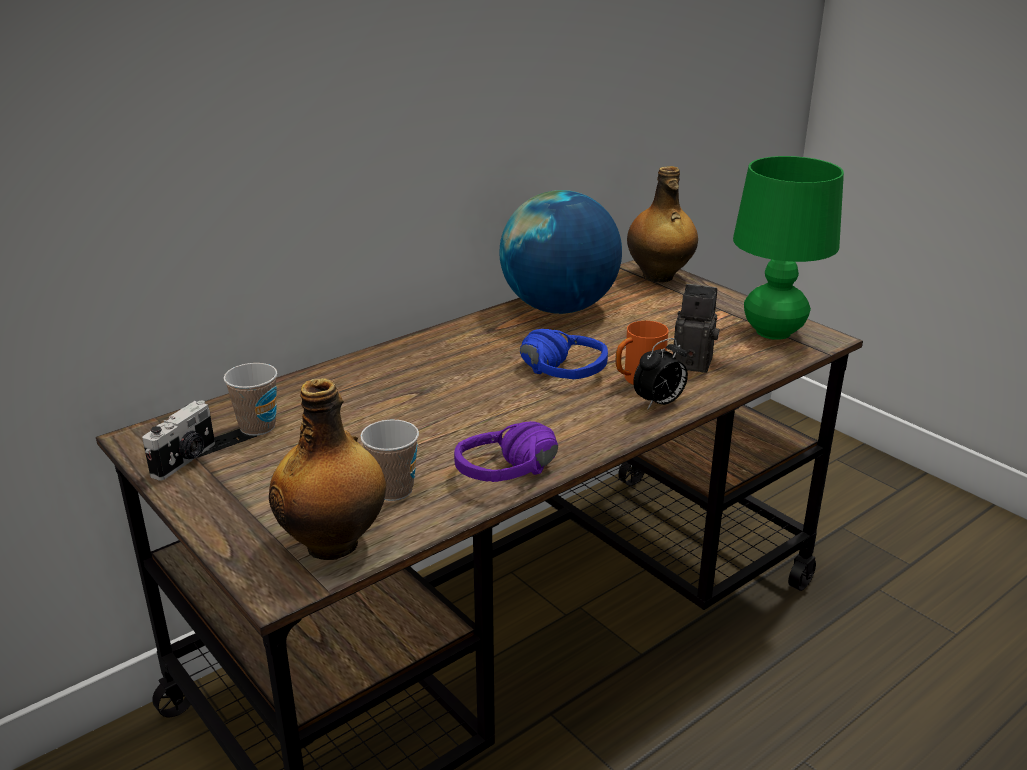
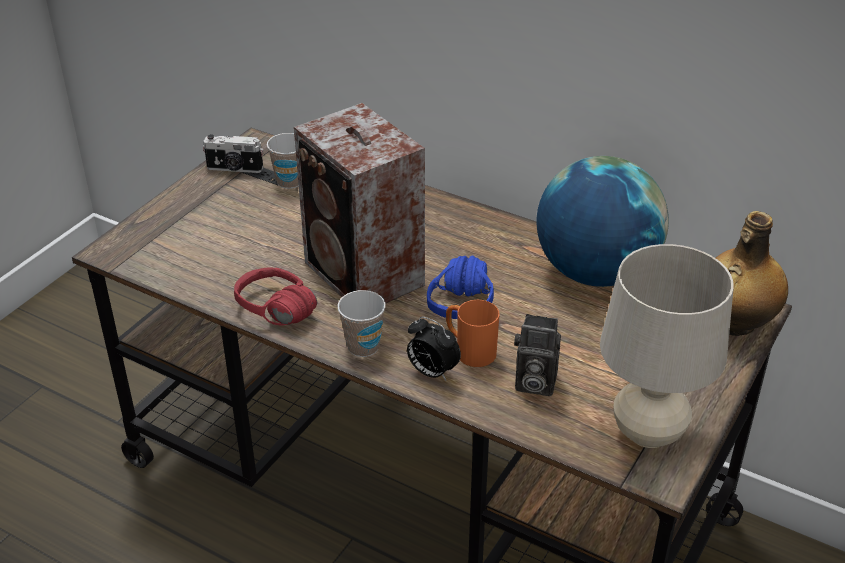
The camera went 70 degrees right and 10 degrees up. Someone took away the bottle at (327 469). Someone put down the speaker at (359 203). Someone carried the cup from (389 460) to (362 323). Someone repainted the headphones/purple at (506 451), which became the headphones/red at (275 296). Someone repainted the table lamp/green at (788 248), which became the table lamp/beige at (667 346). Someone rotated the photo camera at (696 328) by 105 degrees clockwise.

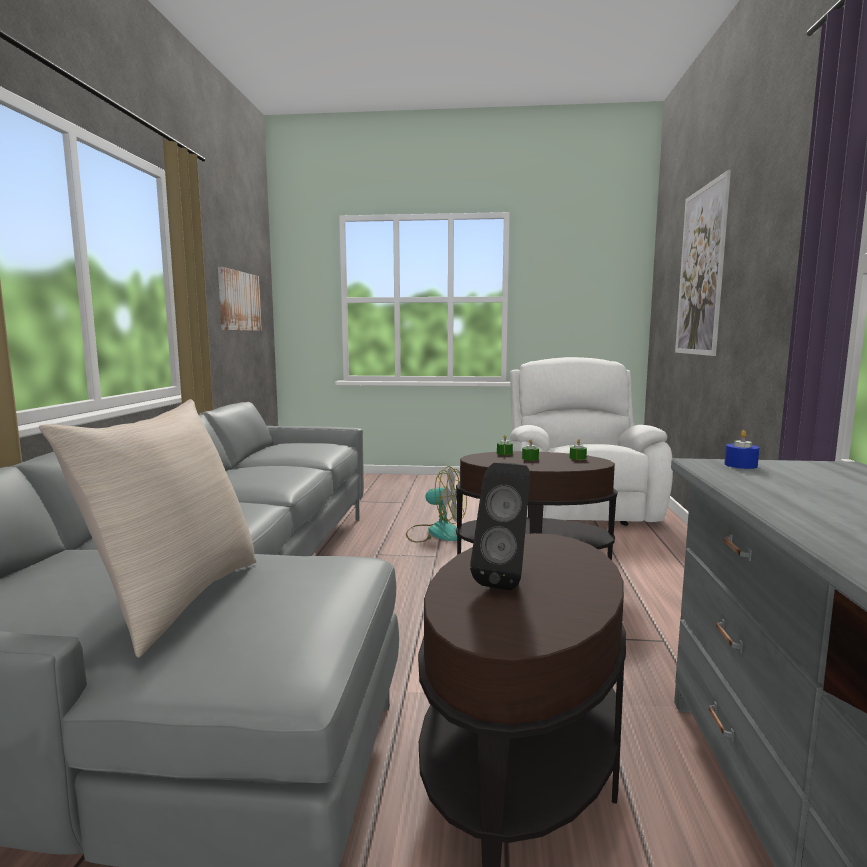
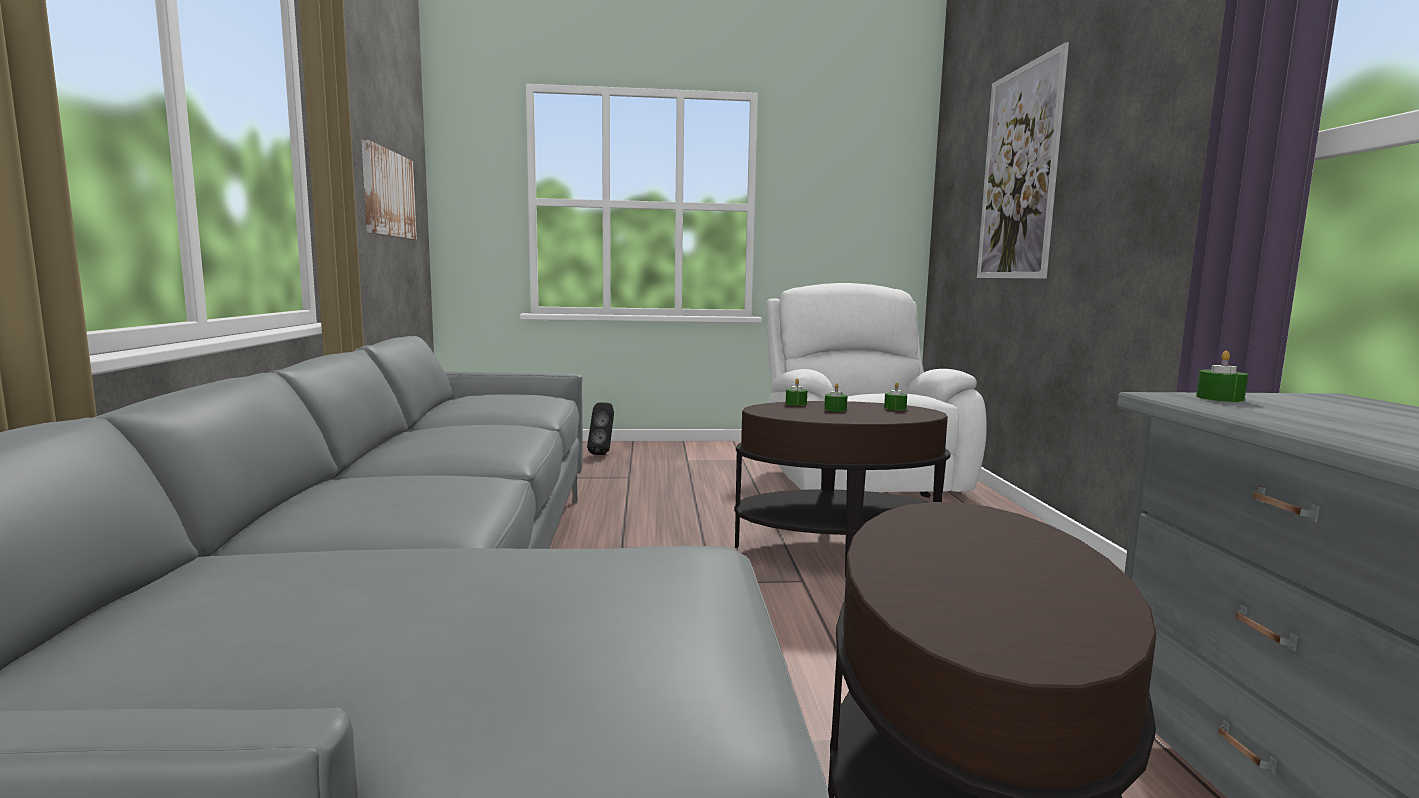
The camera went 10 degrees left and 0 degrees up. Someone took away the pillow/beige at (148 528). Someone took away the fan at (436 504). Someone carried the speaker/black from (500 526) to (600 428). Someone repainted the candle/blue at (741 449), which became the candle/green at (1222 376).

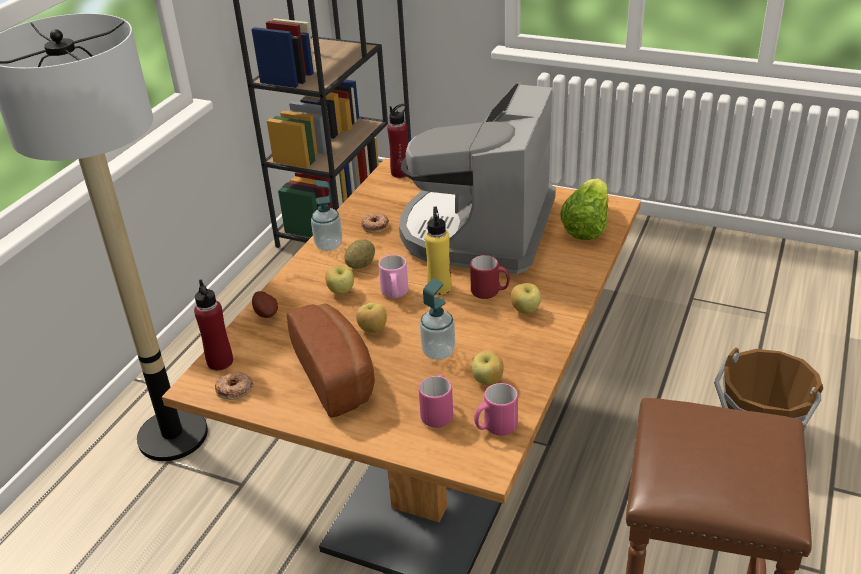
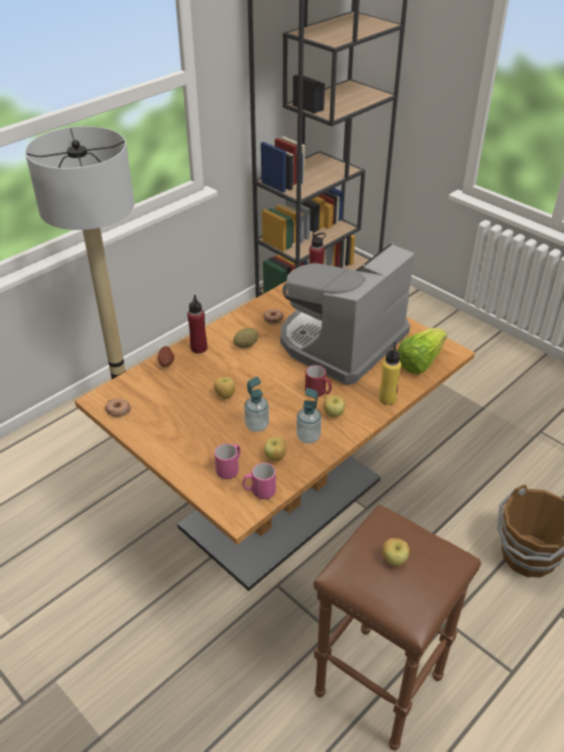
The camera went 20 degrees right and 5 degrees up. Someone took away the bread at (330 360). Someone took away the mug/pink at (393 276). Someone carried the bottle/red from (213 324) to (197 324). Someone carried the soap dispenser from (326 215) to (309 416). Someone carried the apple from (339 280) to (396 552). Someone carried the bottle/yellow from (438 251) to (390 373).

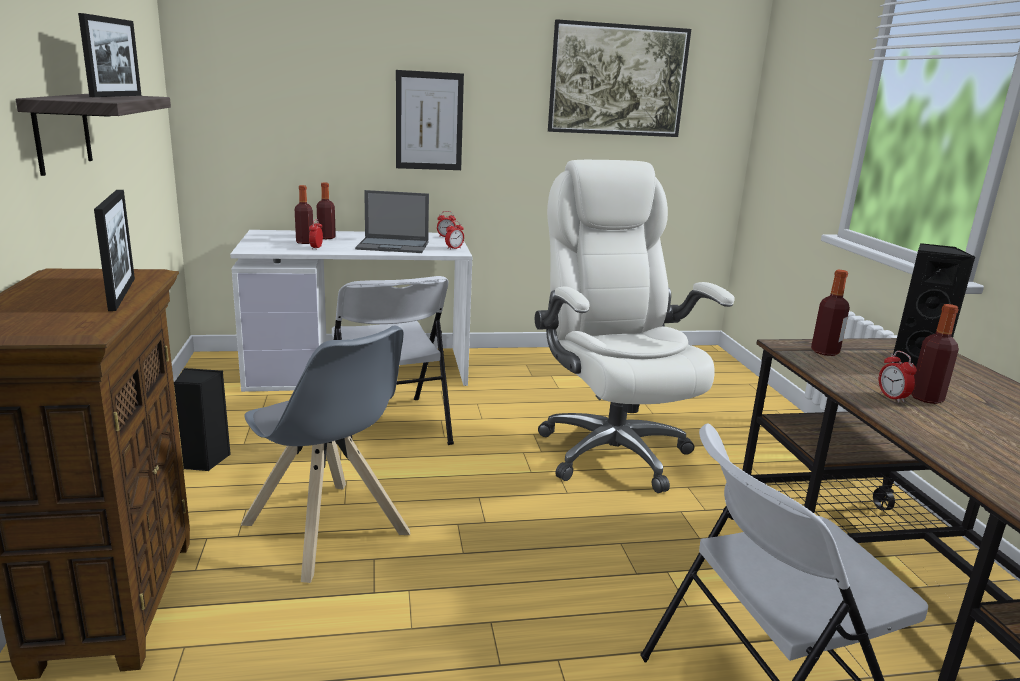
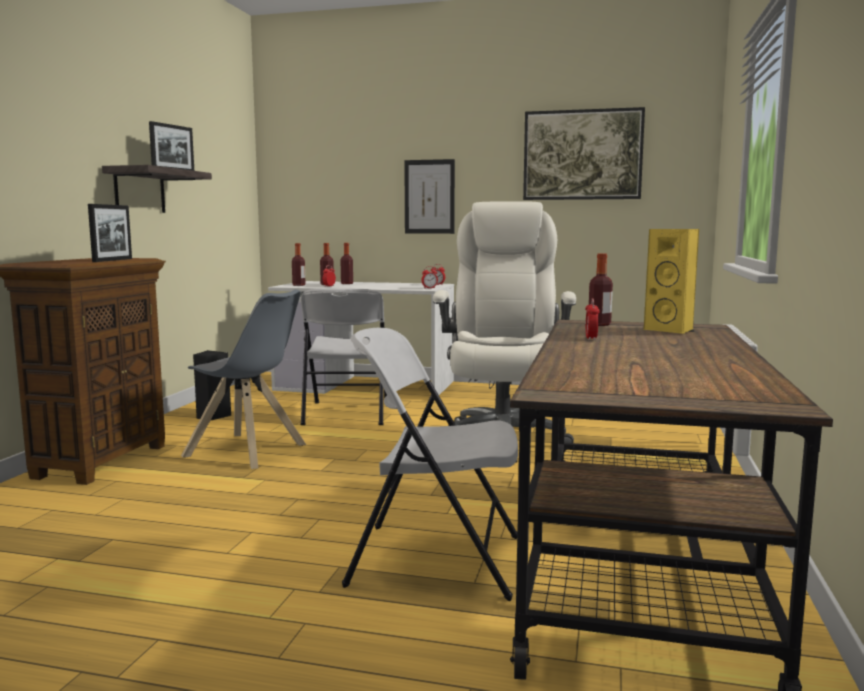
The camera went 25 degrees right and 10 degrees down. Someone took away the laptop at (392 221). Someone carried the bottle from (935 354) to (298 264). Someone repainted the speaker/black at (933 305), which became the speaker/yellow at (671 281). Someone rotated the chair/grey at (325 454) by 45 degrees counterclockwise.

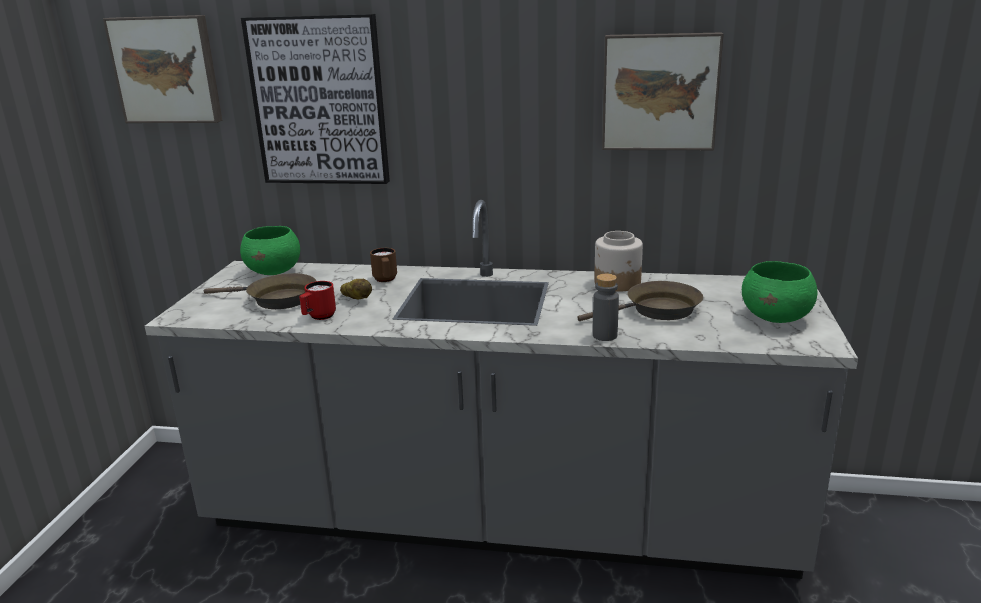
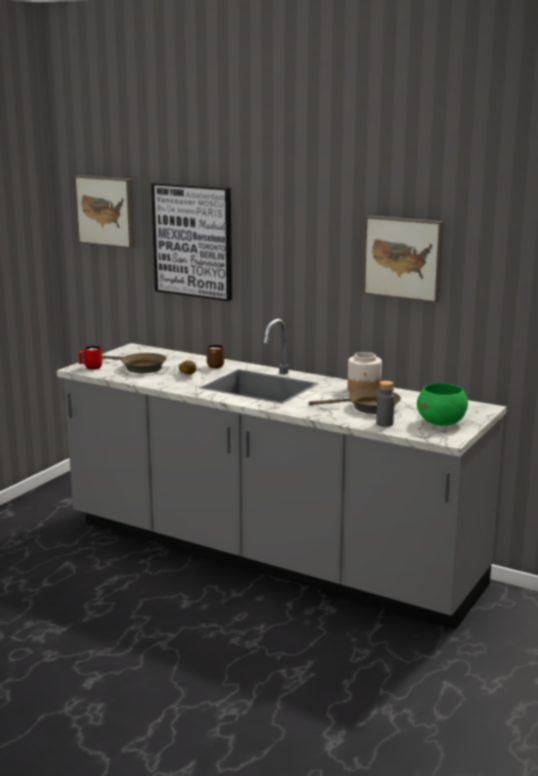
The camera went 20 degrees right and 5 degrees down. Someone took away the bowl/green at (270 250). Someone carried the mug/red from (317 300) to (90 357). Someone carried the bottle/grey from (606 307) to (385 404).

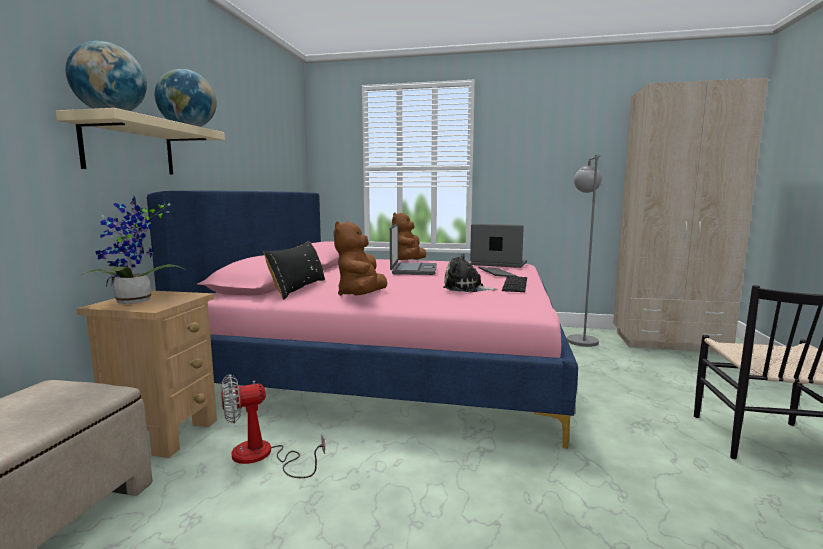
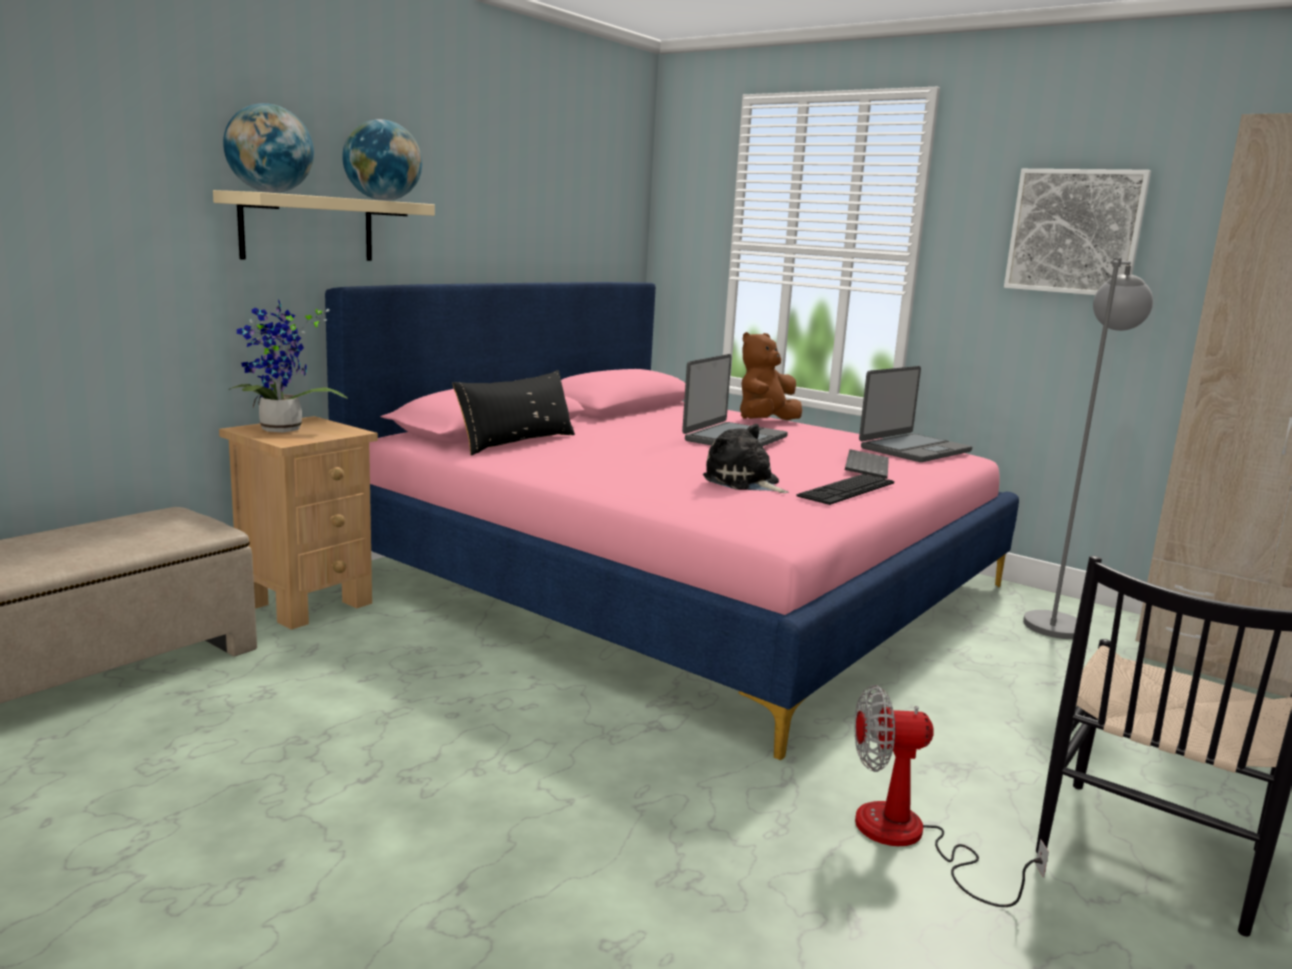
The camera went 25 degrees right and 5 degrees up. Someone took away the plush toy/brown at (360 258). Someone put up the picture at (1077 232). Someone carried the fan from (273 426) to (951 796). Someone rotated the laptop at (498 246) by 90 degrees clockwise.

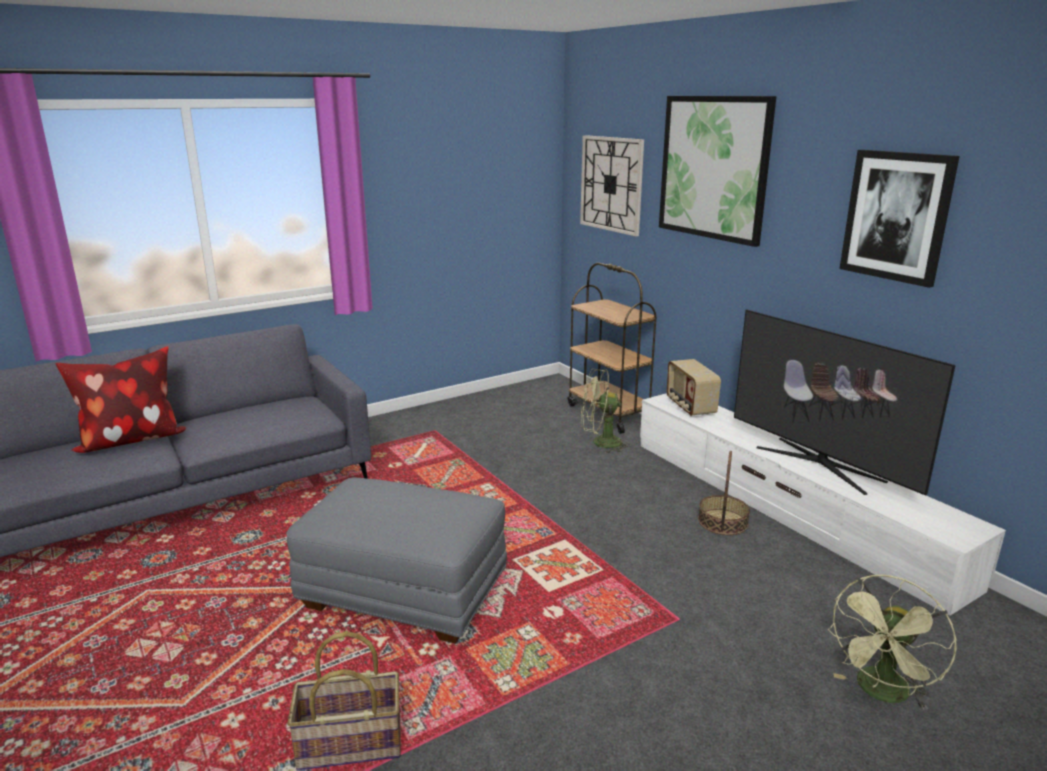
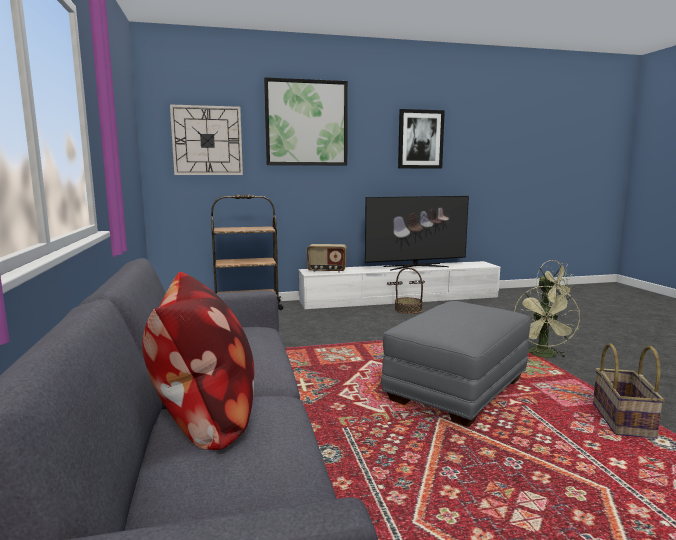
The camera went 70 degrees left and 10 degrees down. Someone carried the fan/green from (606 411) to (547 322).

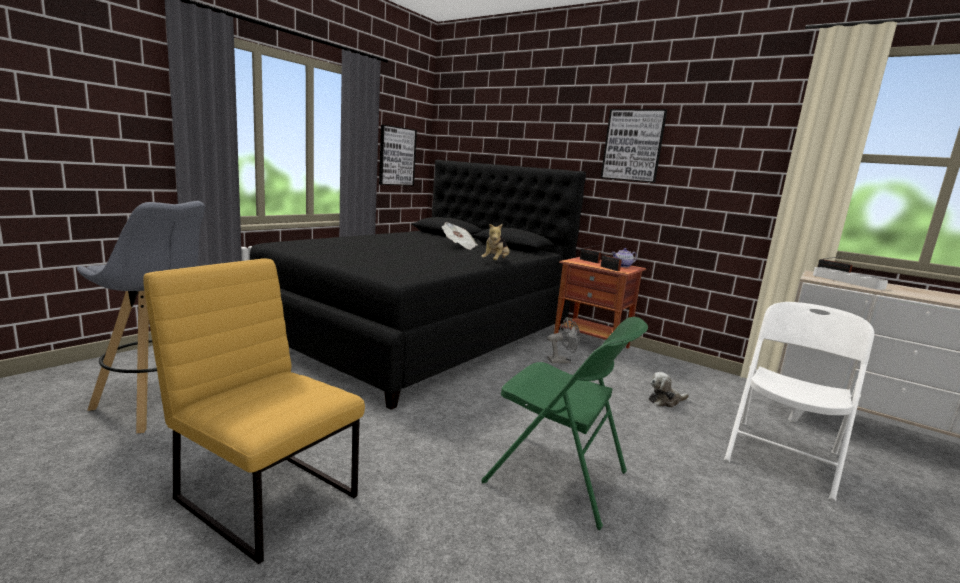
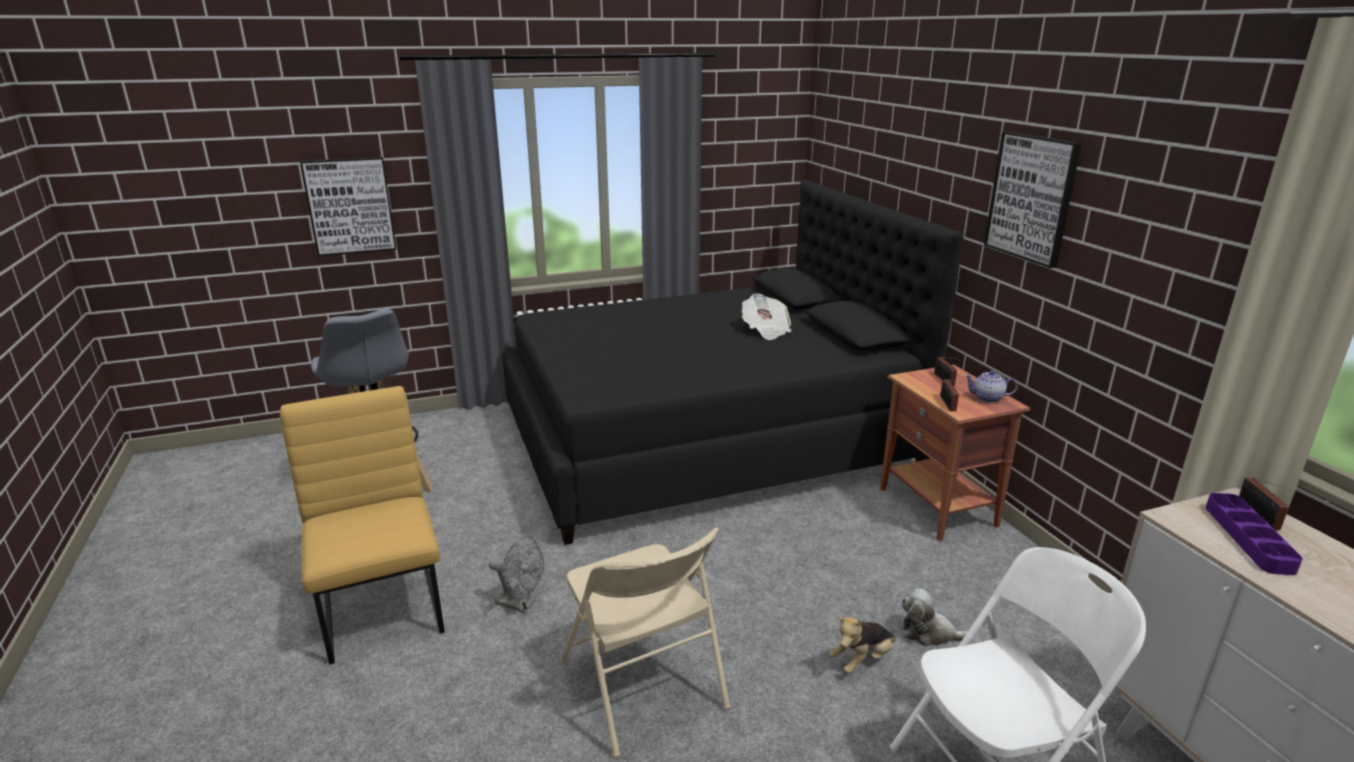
The camera went 35 degrees right and 10 degrees up. Someone carried the picture from (398 155) to (348 206). Someone carried the plush toy from (495 241) to (862 645). Someone carried the fan/grey from (564 340) to (516 574). Someone repainted the chair/green at (564 423), which became the chair/beige at (645 643). Someone repainted the tray/white at (850 278), which became the tray/purple at (1254 534).

